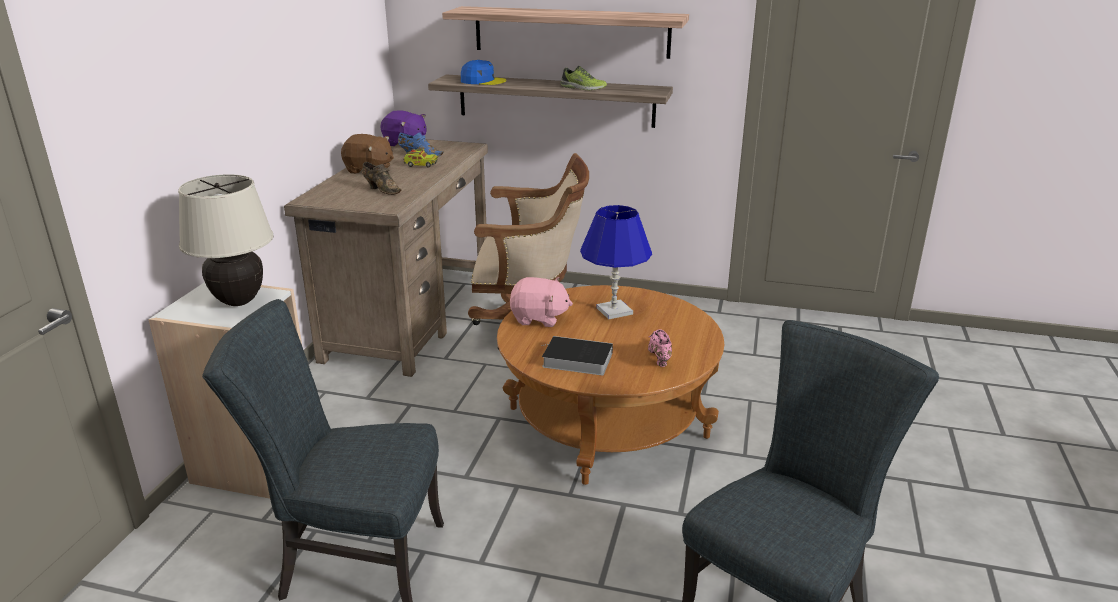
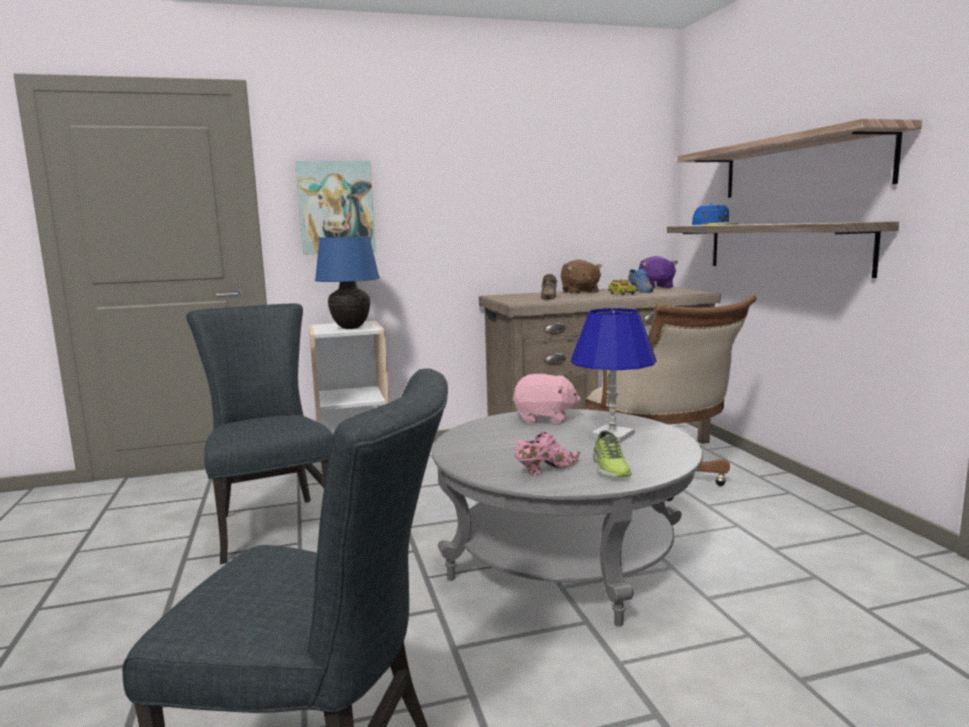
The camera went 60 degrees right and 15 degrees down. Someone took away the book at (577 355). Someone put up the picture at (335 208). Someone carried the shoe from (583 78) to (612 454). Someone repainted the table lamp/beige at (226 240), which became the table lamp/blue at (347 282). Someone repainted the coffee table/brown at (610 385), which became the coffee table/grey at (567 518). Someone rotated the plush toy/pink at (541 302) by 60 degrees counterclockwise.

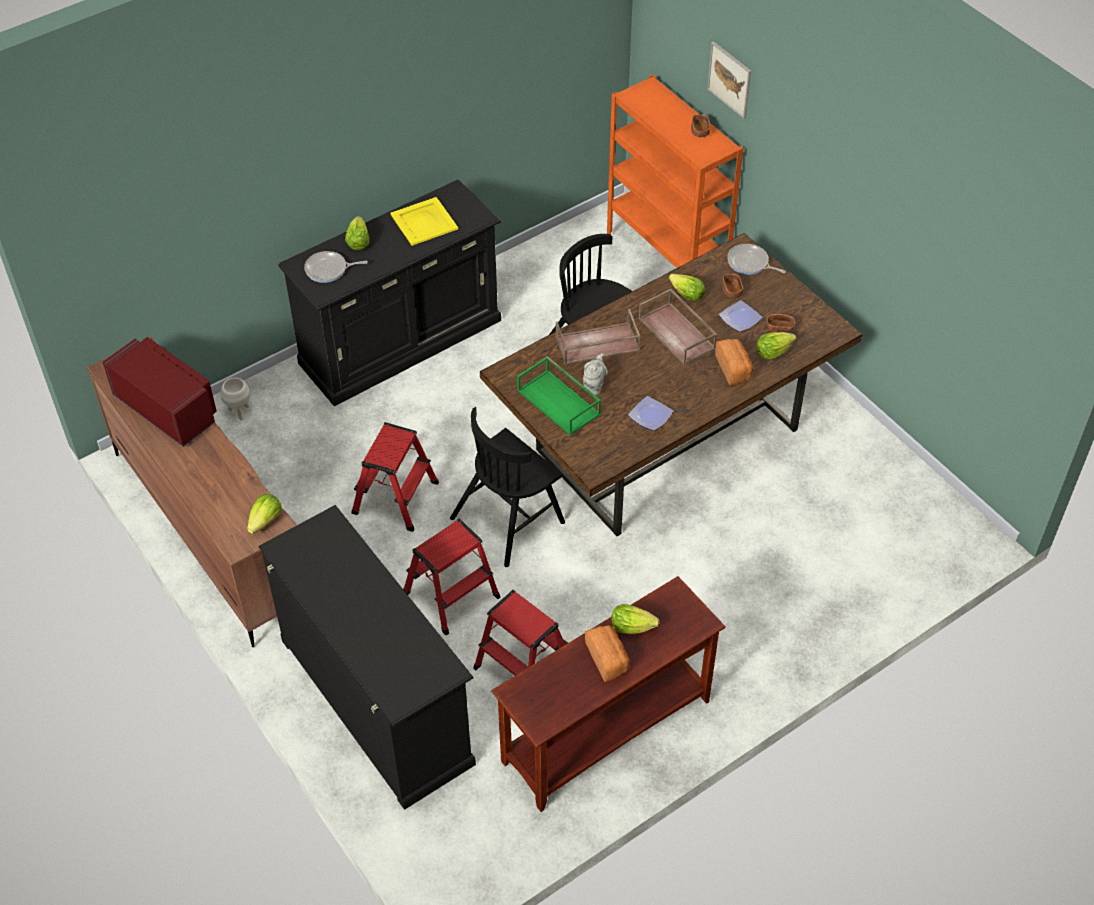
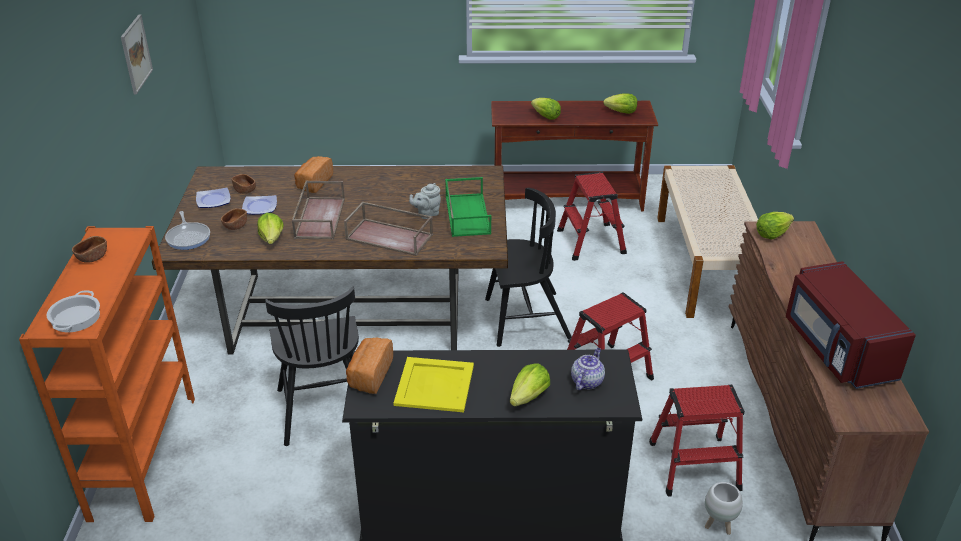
The camera went 145 degrees left and 15 degrees down. Someone put down the cooking pot at (73 311). Someone carried the step ladder/red from (451 576) to (697 440). Someone carried the bread from (607 653) to (369 365). Someone carried the plate from (651 413) to (213 198). Someone carried the picture from (729 80) to (137 54). Someone carried the lettuce from (776 346) to (620 104). Someone swapped the cabinet/black at (367 657) for the bench/beige at (707 241). Someone swapped the frying pan at (336 267) for the teapot at (588 369).

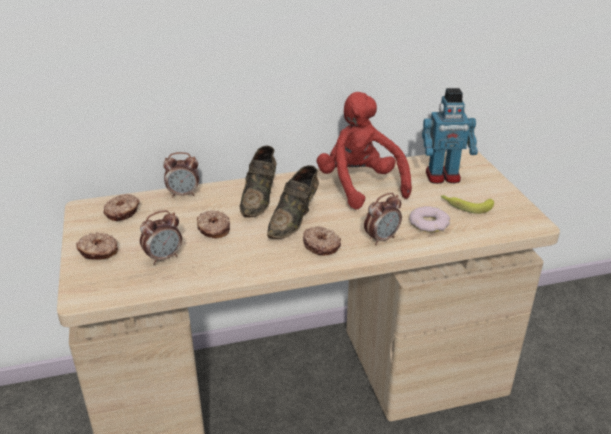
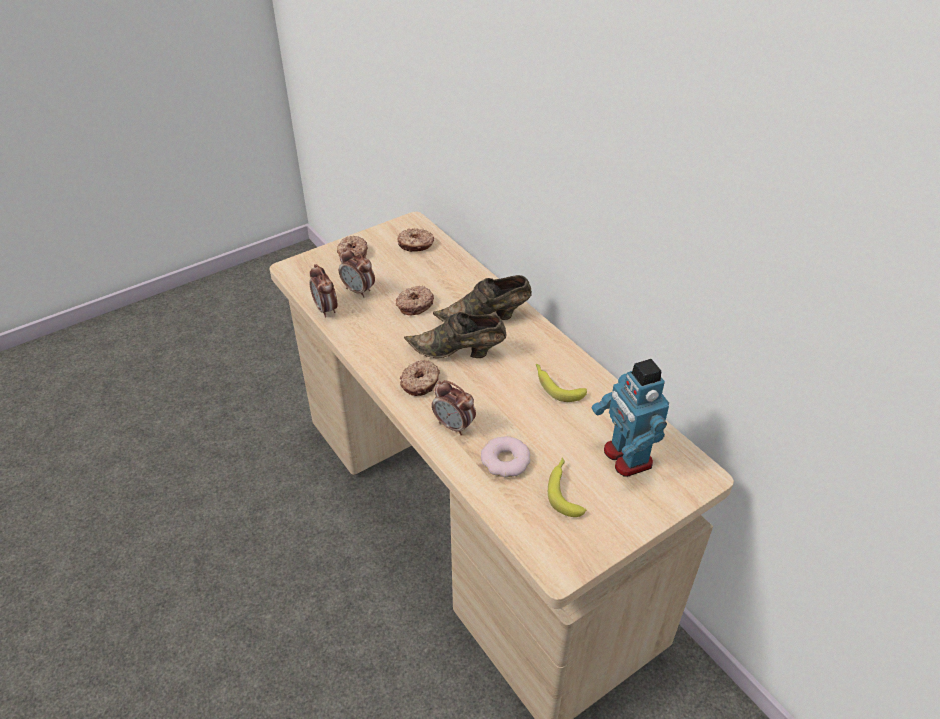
The camera went 70 degrees right and 10 degrees up. Someone carried the alarm clock from (181 175) to (323 291). Someone swapped the plush toy/red at (364 151) for the banana at (561 383).

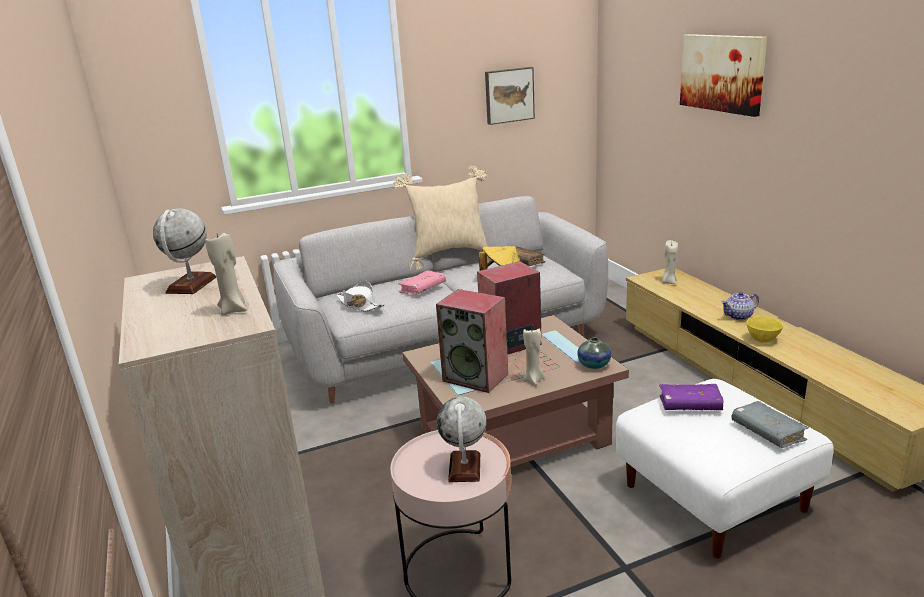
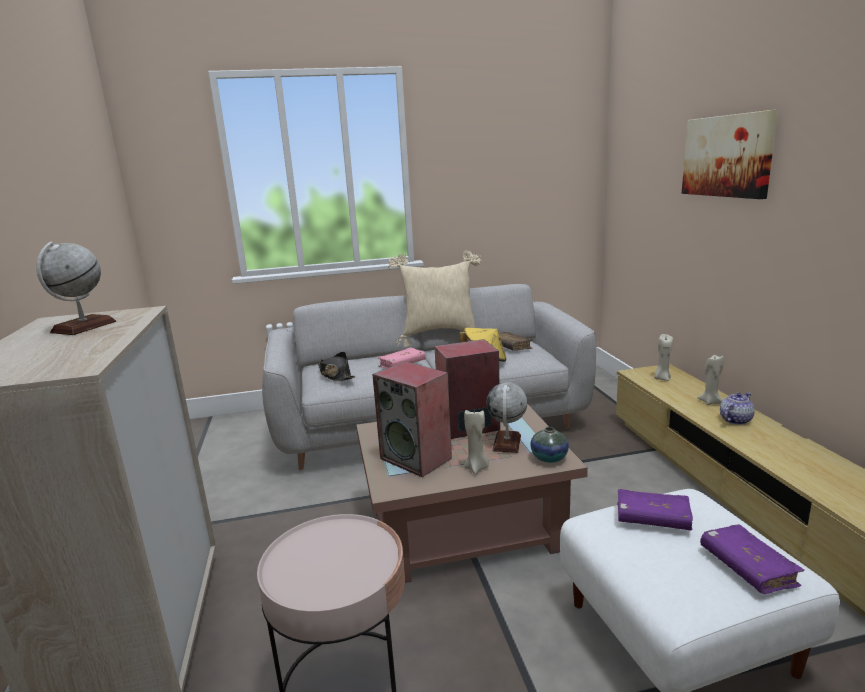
The camera went 10 degrees right and 5 degrees down. Someone took away the picture at (510 96). Someone took away the bowl/yellow at (764 329). Someone carried the candle/beige from (226 273) to (710 380). Someone carried the globe from (462 439) to (507 417). Someone repainted the hat/white at (360 296), which became the hat/black at (336 366). Someone repainted the book/grey at (770 424), which became the book/purple at (752 559). Someone rotated the teapot at (740 306) by 150 degrees clockwise.

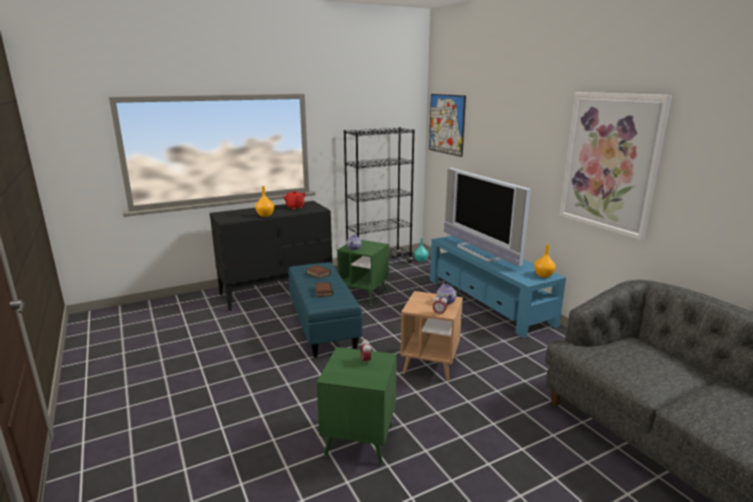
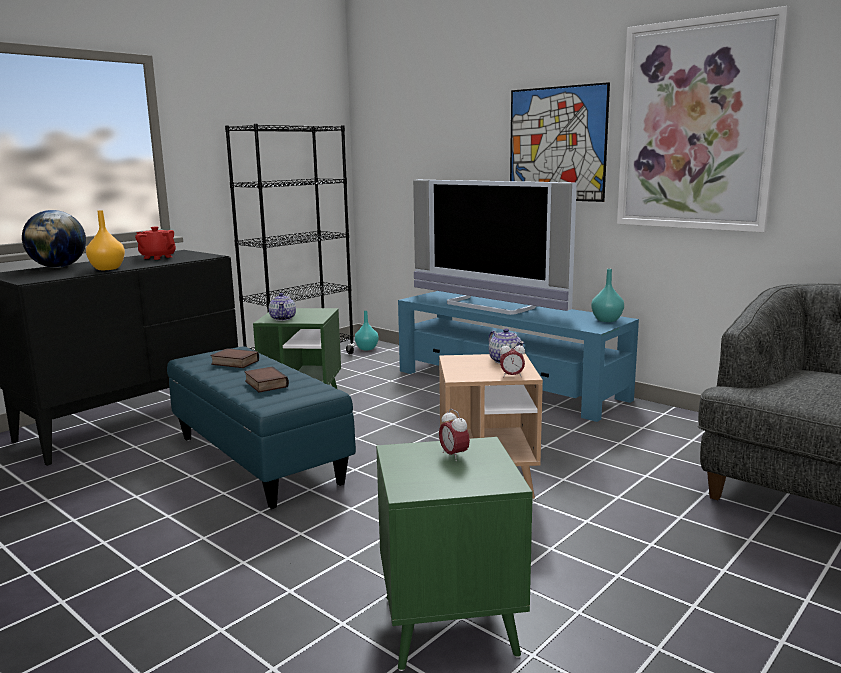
The camera went 20 degrees left and 5 degrees down. Someone put down the globe at (54 239). Someone carried the picture from (447 125) to (560 142). Someone repainted the vase/orange at (545 261), which became the vase/turquoise at (607 295).

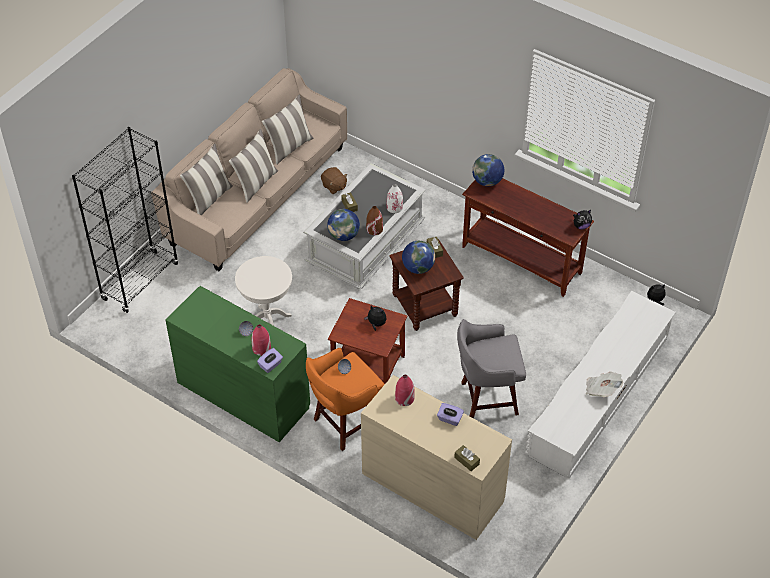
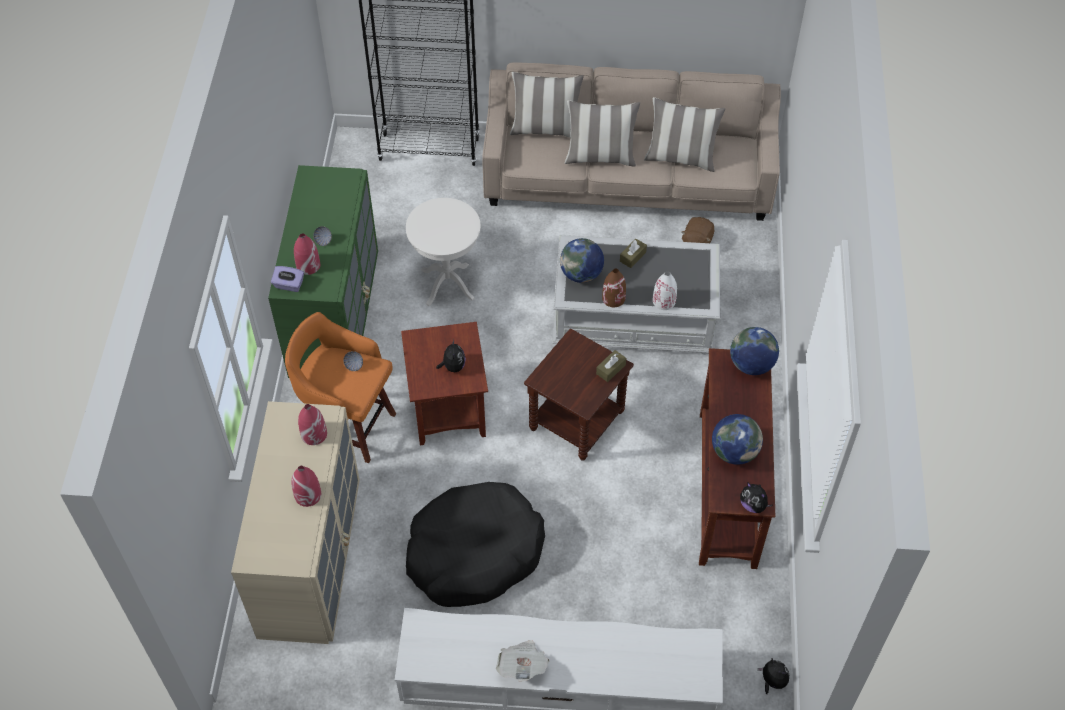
The camera went 60 degrees right and 5 degrees up. Someone took away the tissue box/brown at (467 458). Someone carried the globe from (418 257) to (737 439). Someone swapped the tissue box/purple at (450 414) for the vase/red at (306 486). Someone swapped the stool/grey at (491 368) for the dog bed/black at (475 544).

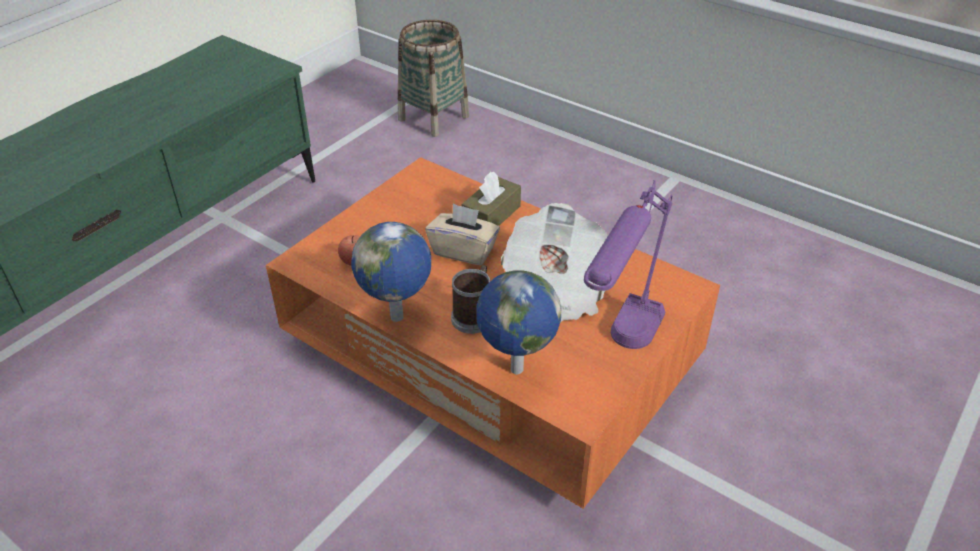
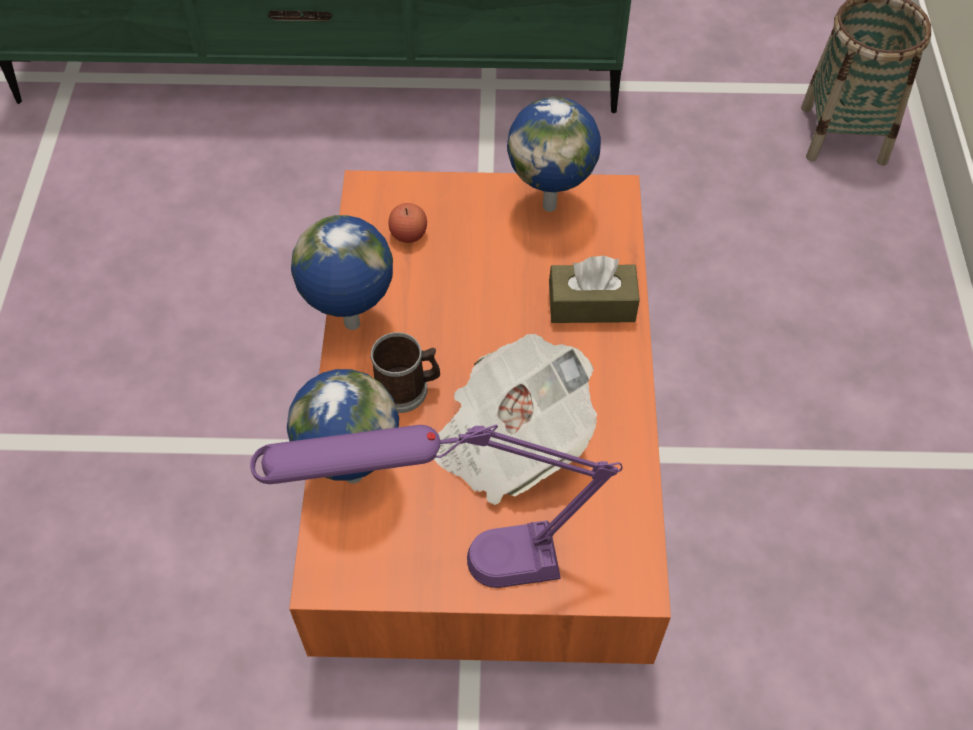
The camera went 55 degrees right and 15 degrees up. Someone took away the tissue box/beige at (462 234). Someone put down the globe at (554 154).

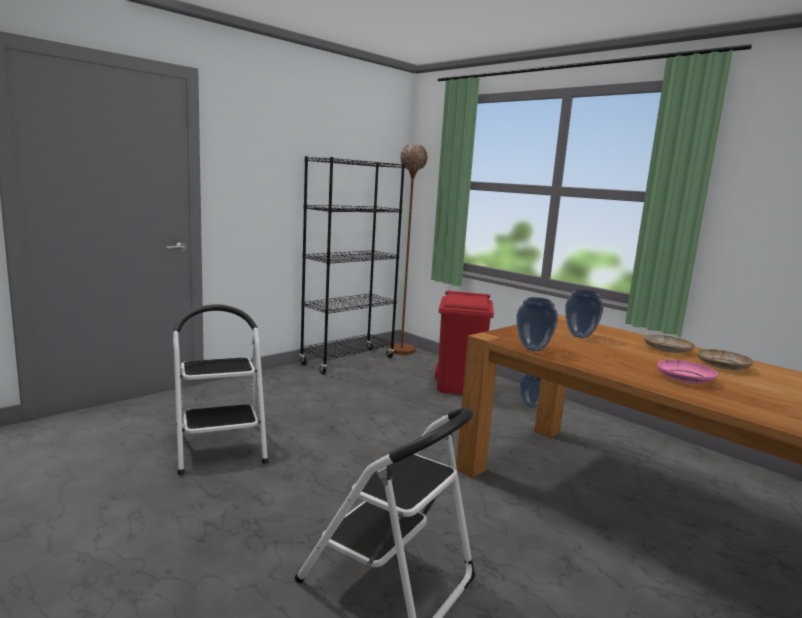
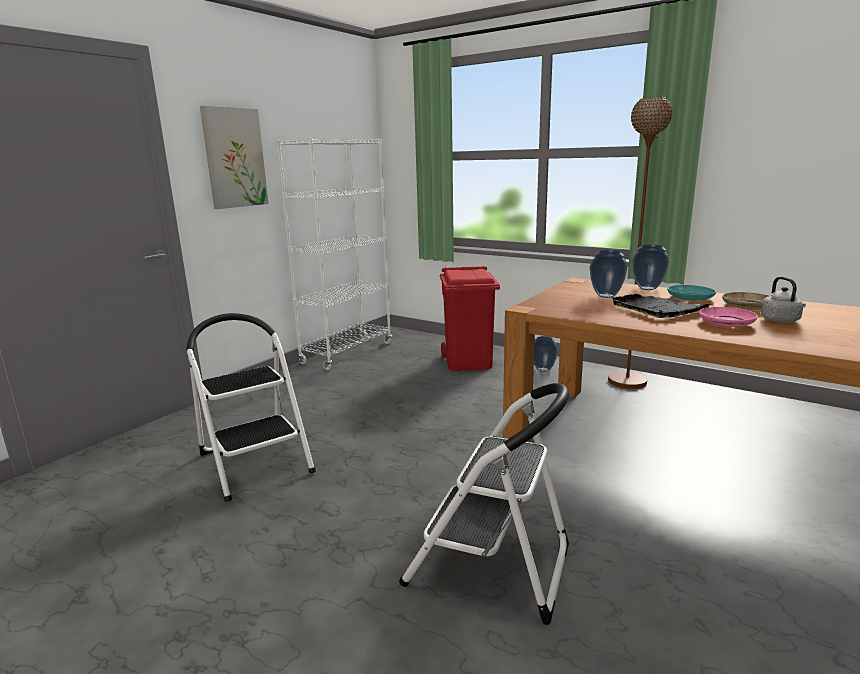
The camera went 10 degrees left and 5 degrees up. Someone put up the picture at (234 157). Someone put down the tray/black at (660 306). Someone put down the kettle/grey at (783 299). Someone carried the floor lamp/brown from (407 250) to (640 243). Someone carried the vase from (537 324) to (650 267). Someone repainted the bookcase/black at (352 265), which became the bookcase/white at (334 254). Someone repainted the plate/beige at (669 343), which became the plate/turquoise at (691 293).

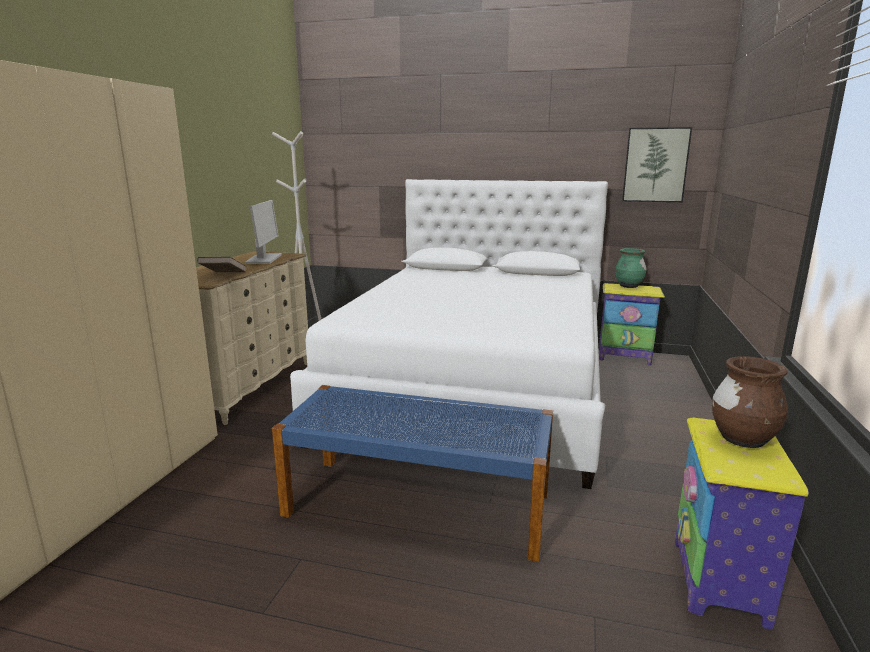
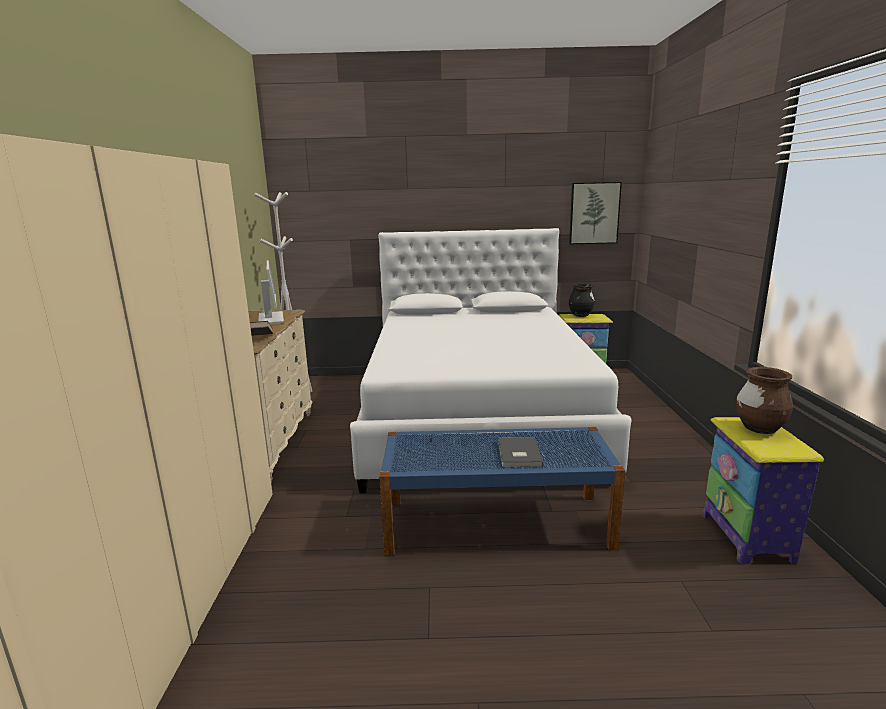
The camera went 15 degrees left and 0 degrees up. Someone put down the book/grey at (520 452). Someone repainted the vase/green at (631 268), which became the vase/black at (582 300).

